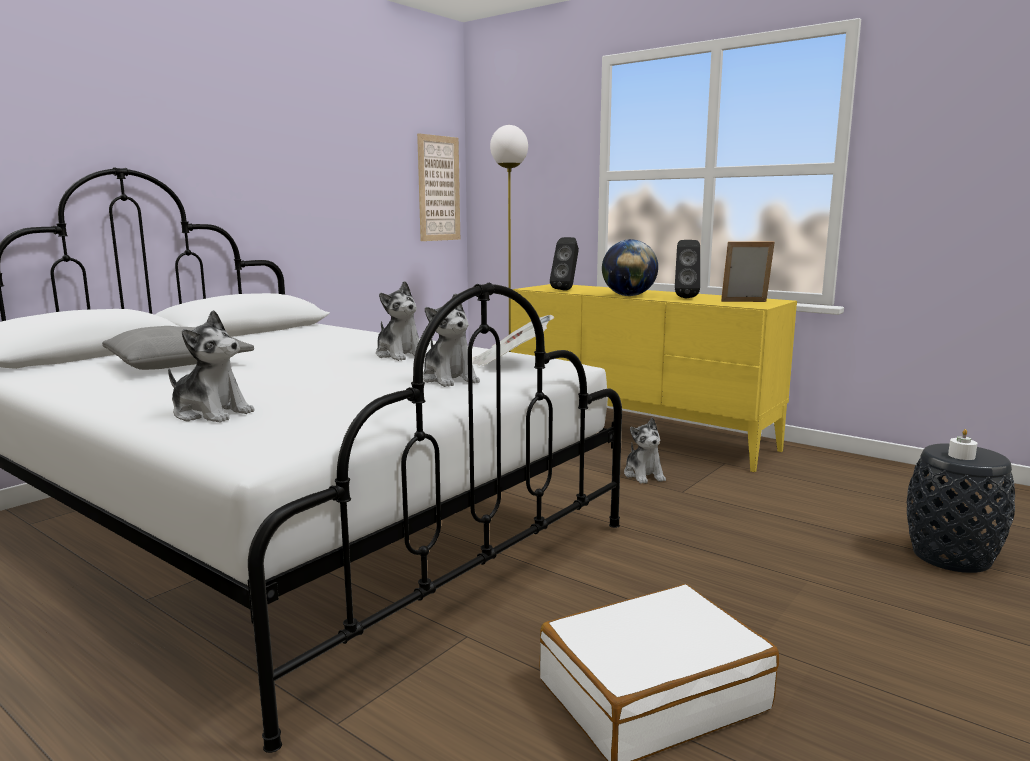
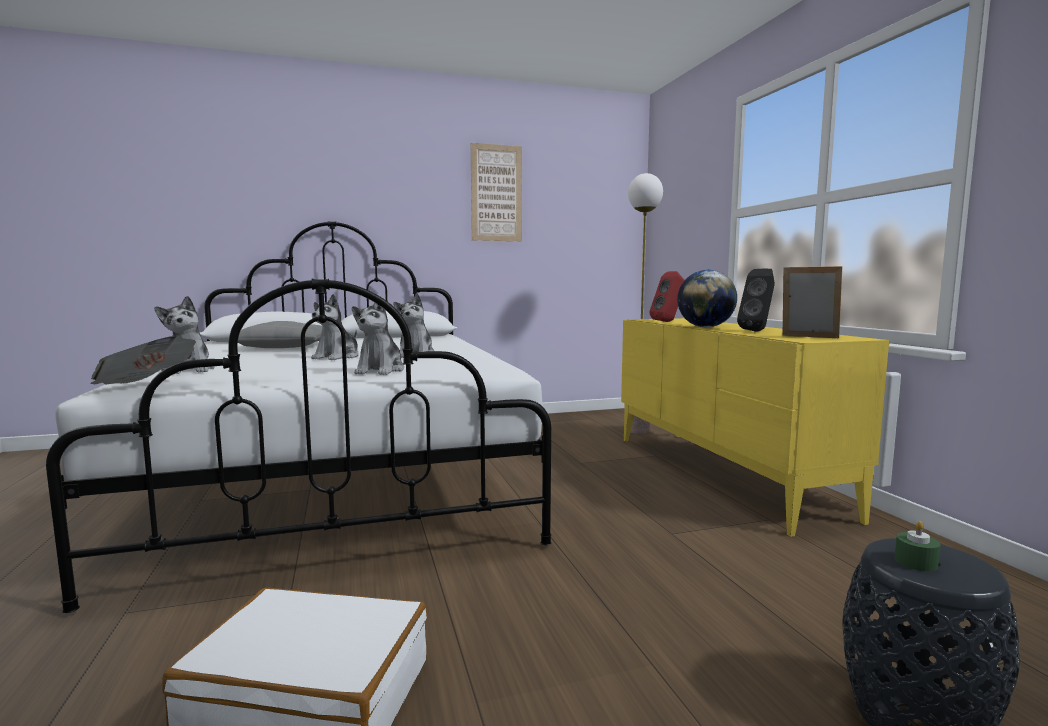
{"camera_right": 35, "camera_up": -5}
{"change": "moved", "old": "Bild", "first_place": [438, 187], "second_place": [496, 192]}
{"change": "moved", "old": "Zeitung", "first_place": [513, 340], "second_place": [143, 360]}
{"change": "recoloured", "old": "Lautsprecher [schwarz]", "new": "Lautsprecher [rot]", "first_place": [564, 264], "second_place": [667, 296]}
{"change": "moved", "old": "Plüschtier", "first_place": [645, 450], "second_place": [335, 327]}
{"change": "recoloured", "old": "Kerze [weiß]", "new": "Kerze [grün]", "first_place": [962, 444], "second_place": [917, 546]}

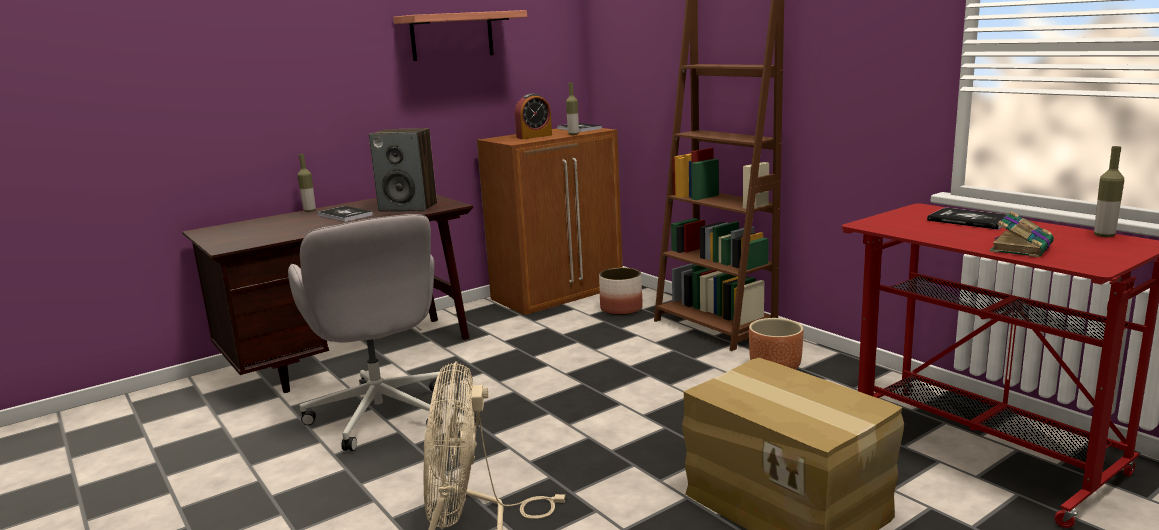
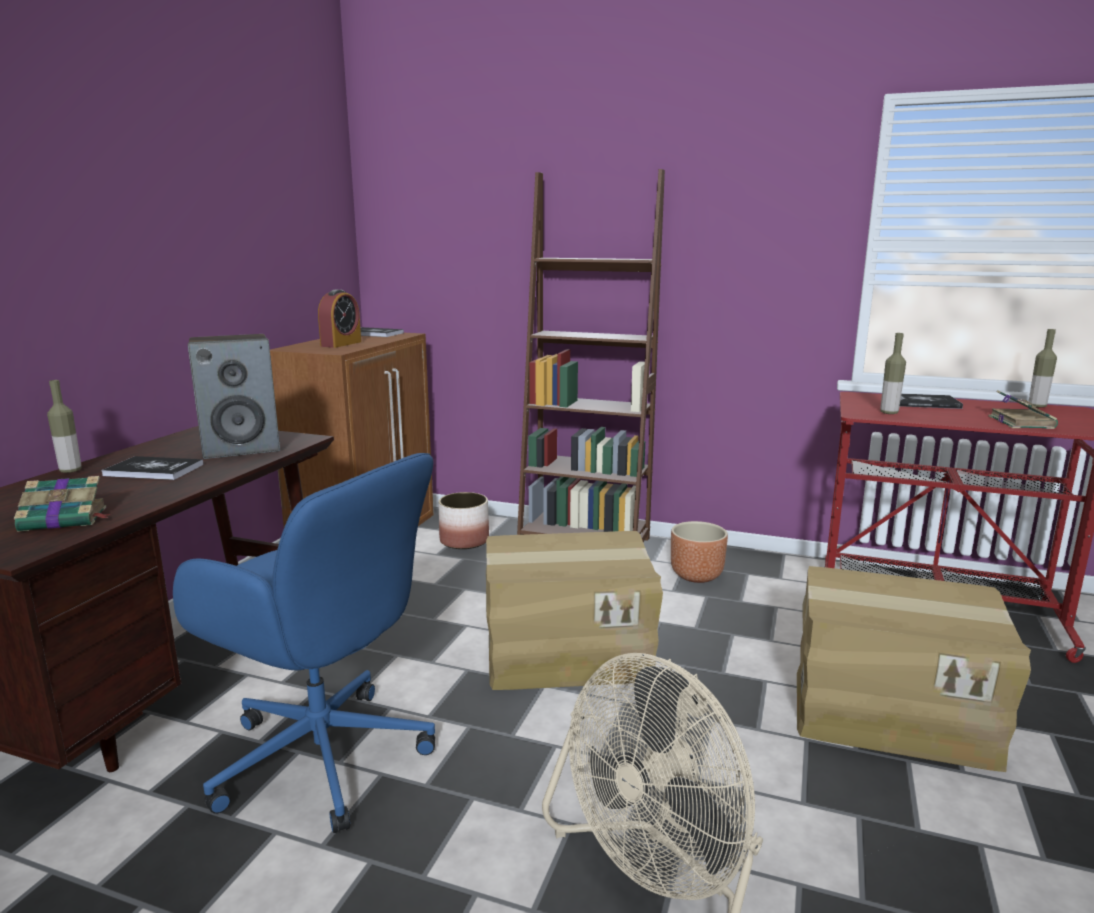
{"camera_right": -35, "camera_up": 0}
{"change": "recoloured", "old": "Bürostuhl [grau]", "new": "Bürostuhl [blau]", "first_place": [366, 332], "second_place": [304, 643]}
{"change": "removed", "old": "Wandregal", "first_place": [460, 35]}
{"change": "moved", "old": "Flasche", "first_place": [572, 108], "second_place": [893, 373]}
{"change": "added", "new": "Buch", "second_place": [62, 504]}
{"change": "added", "new": "Karton", "second_place": [574, 610]}

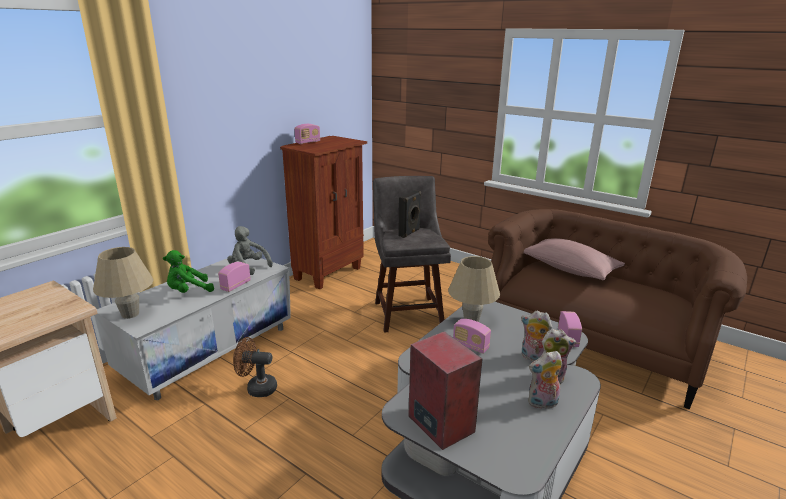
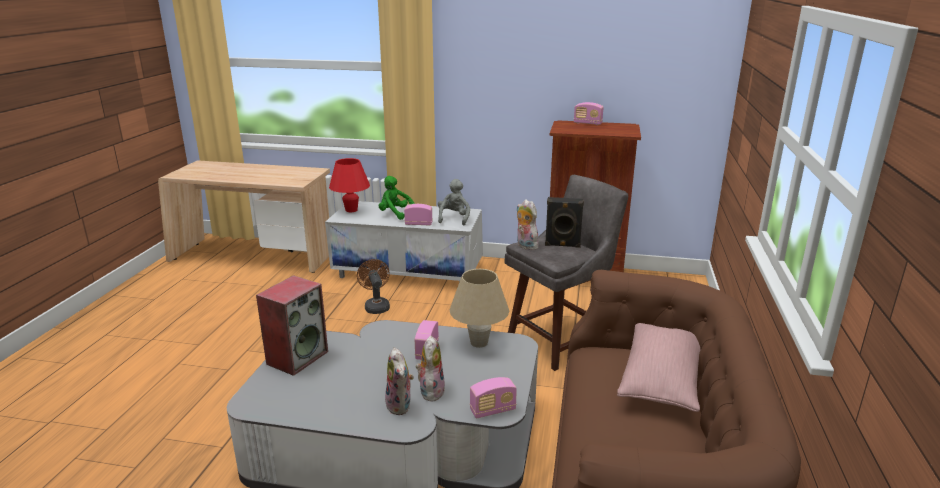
{"camera_right": 65, "camera_up": 0}
{"change": "recoloured", "old": "Tischlampe [beige]", "new": "Tischlampe [rot]", "first_place": [123, 283], "second_place": [349, 185]}
{"change": "moved", "old": "Plüschtier", "first_place": [545, 380], "second_place": [528, 224]}

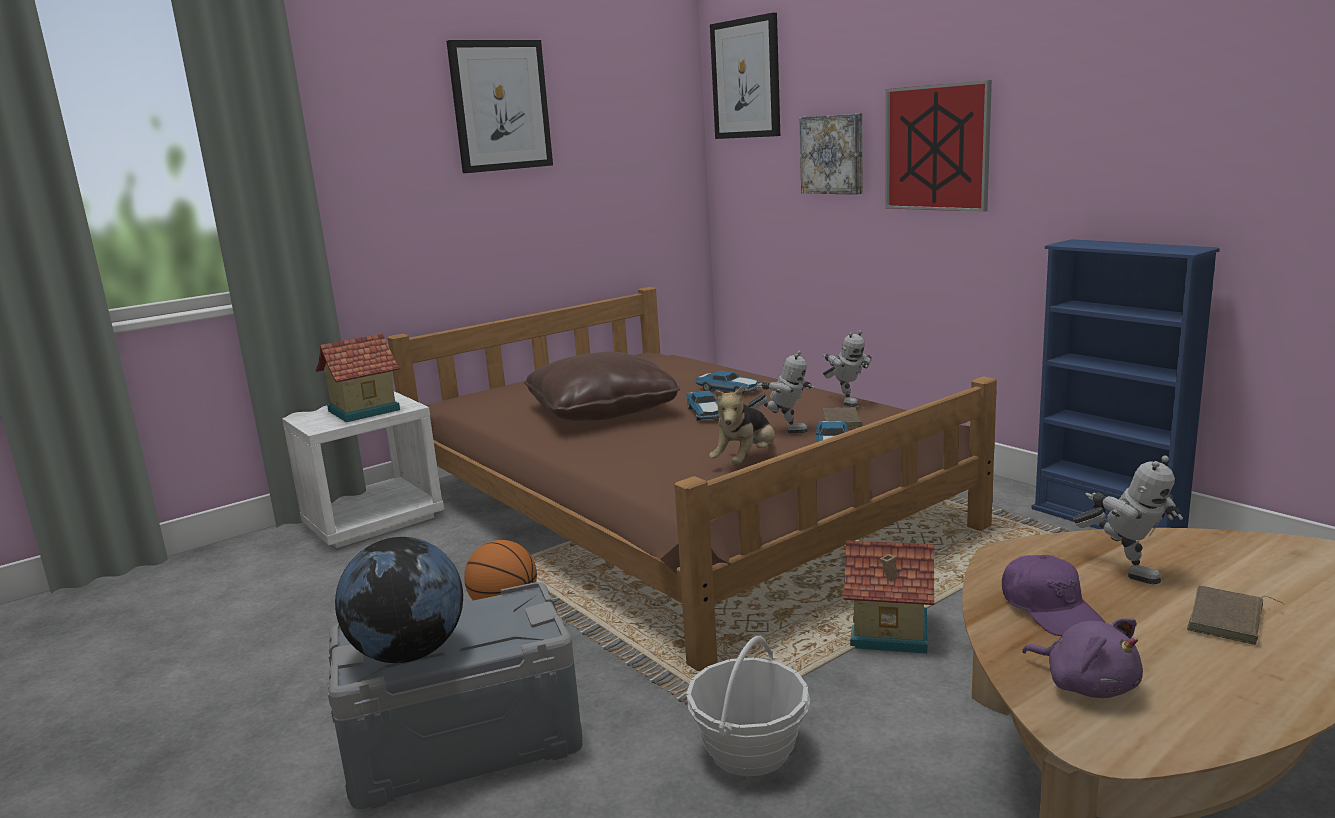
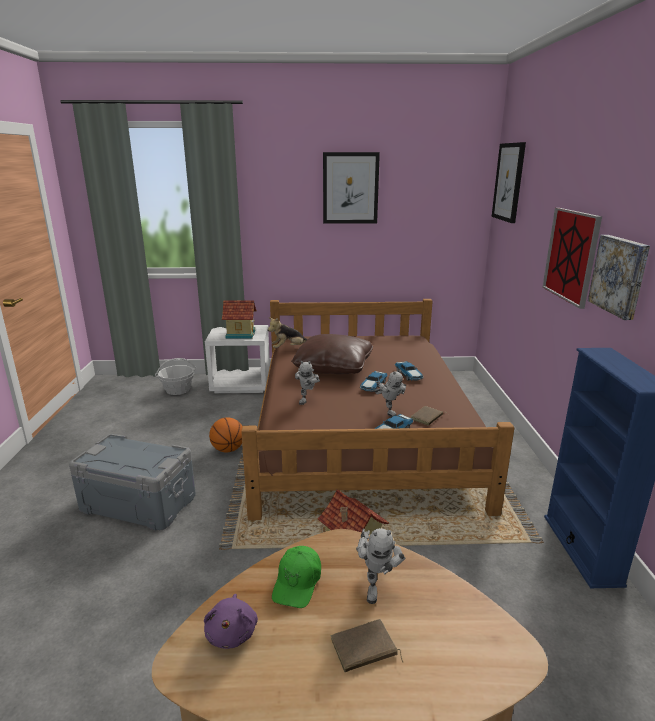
{"camera_right": 35, "camera_up": 5}
{"change": "removed", "old": "Globus", "first_place": [399, 600]}
{"change": "moved", "old": "Korb", "first_place": [748, 706], "second_place": [175, 376]}
{"change": "moved", "old": "Plüschtier", "first_place": [742, 425], "second_place": [287, 332]}
{"change": "moved", "old": "Bild", "first_place": [831, 154], "second_place": [619, 277]}
{"change": "moved", "old": "Spielzeugroboter", "first_place": [847, 368], "second_place": [307, 383]}
{"change": "recoloured", "old": "Kappe [lila]", "new": "Kappe [grün]", "first_place": [1054, 595], "second_place": [296, 577]}

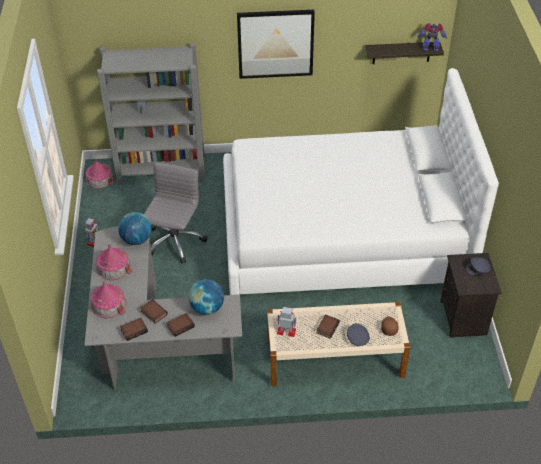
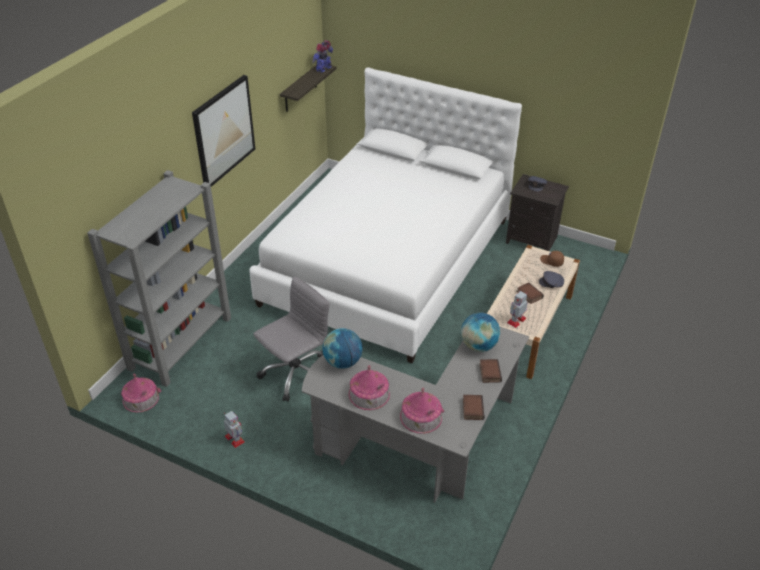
{"camera_right": -60, "camera_up": -5}
{"change": "removed", "old": "Buch", "first_place": [154, 311]}
{"change": "turned", "old": "Bürostuhl [grau]", "first_place": [175, 213], "second_place": [291, 339], "degrees": 90}

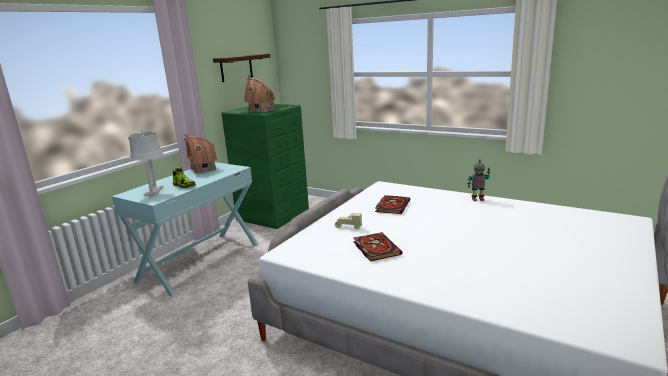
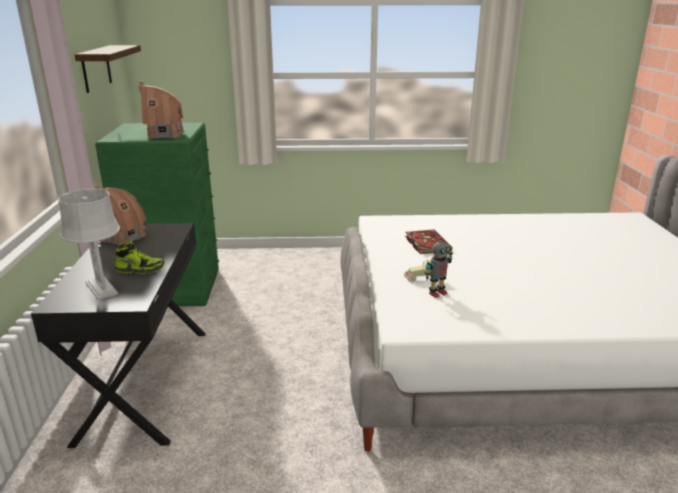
{"camera_right": -35, "camera_up": 5}
{"change": "recoloured", "old": "Schreibtisch [türkis]", "new": "Schreibtisch [schwarz]", "first_place": [185, 229], "second_place": [118, 335]}
{"change": "removed", "old": "Buch", "first_place": [377, 247]}
{"change": "moved", "old": "Spielzeugroboter", "first_place": [478, 180], "second_place": [439, 267]}

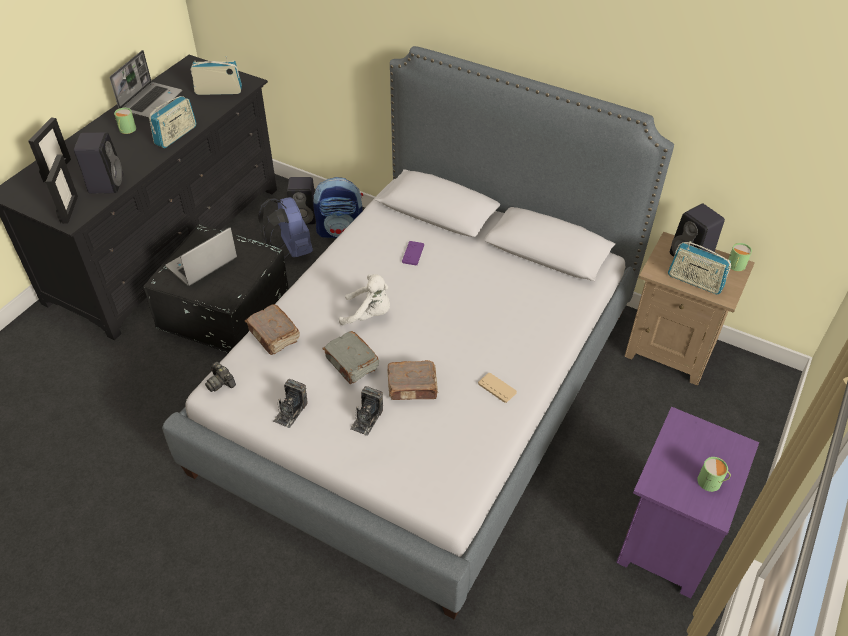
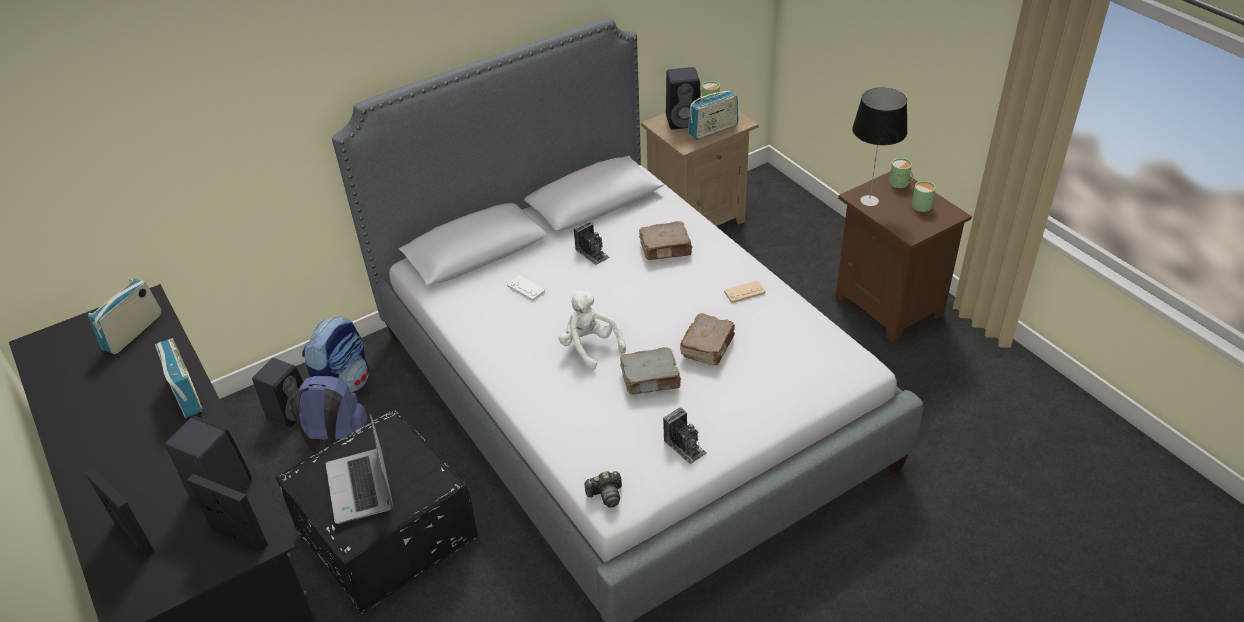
{"camera_right": -60, "camera_up": -5}
{"change": "removed", "old": "Laptop", "first_place": [146, 84]}
{"change": "moved", "old": "Henkelbecher [grün]", "first_place": [125, 121], "second_place": [901, 173]}
{"change": "moved", "old": "Buch [braun]", "first_place": [272, 329], "second_place": [665, 240]}
{"change": "turned", "old": "Plüschtier [weiß]", "first_place": [364, 300], "second_place": [592, 330], "degrees": -75}
{"change": "moved", "old": "Kamera", "first_place": [366, 411], "second_place": [592, 243]}
{"change": "recoloured", "old": "Gamepad [lila]", "new": "Gamepad [weiß]", "first_place": [413, 253], "second_place": [526, 288]}
{"change": "recoloured", "old": "Nachttisch [lila]", "new": "Nachttisch [braun]", "first_place": [687, 503], "second_place": [903, 257]}
{"change": "added", "new": "Tischlampe", "second_place": [880, 147]}

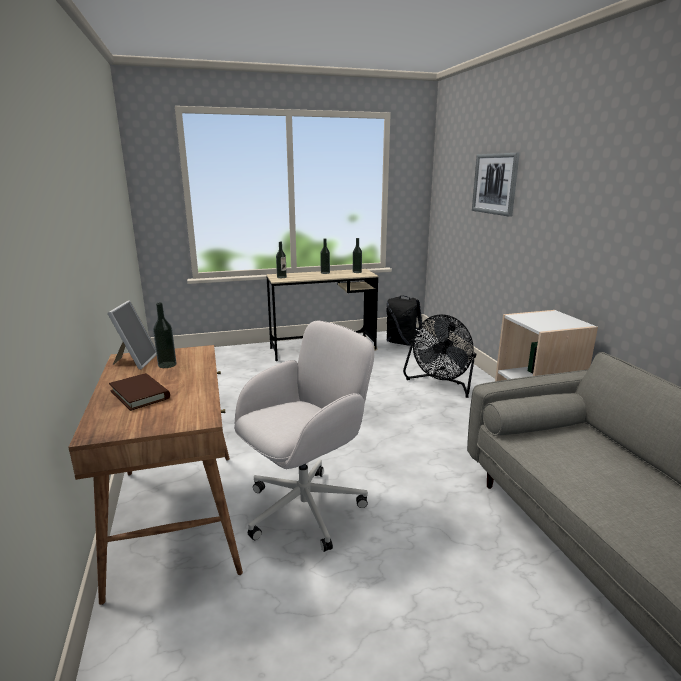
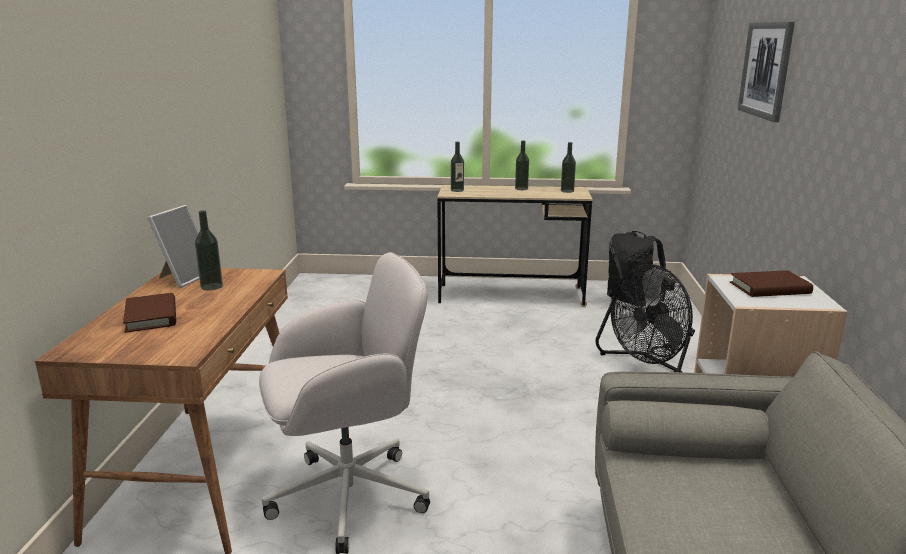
{"camera_right": 20, "camera_up": 0}
{"change": "added", "new": "Buch [braun]", "second_place": [771, 283]}

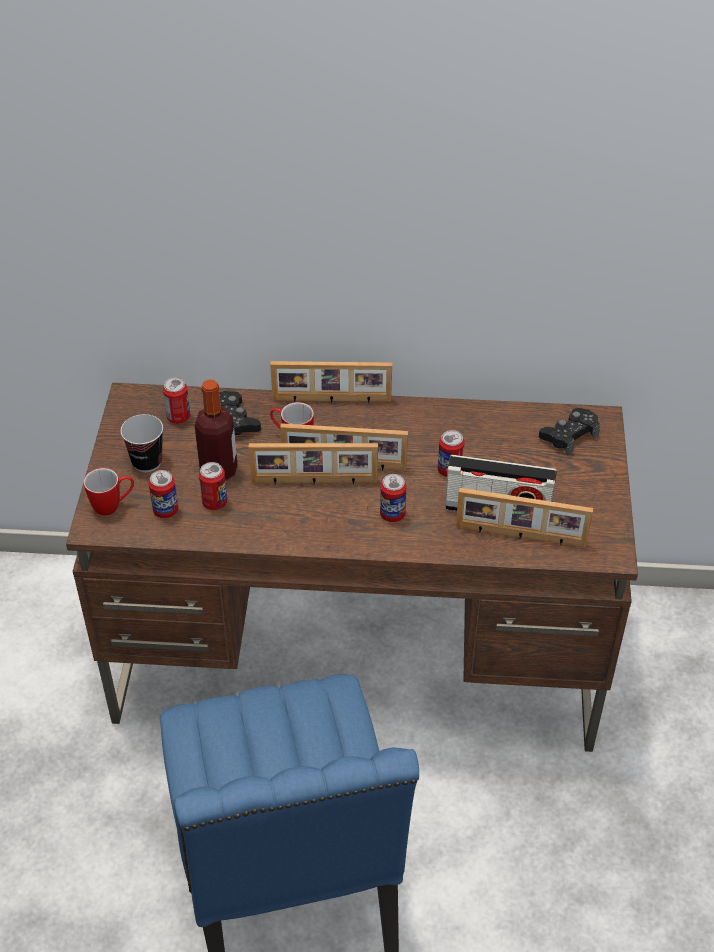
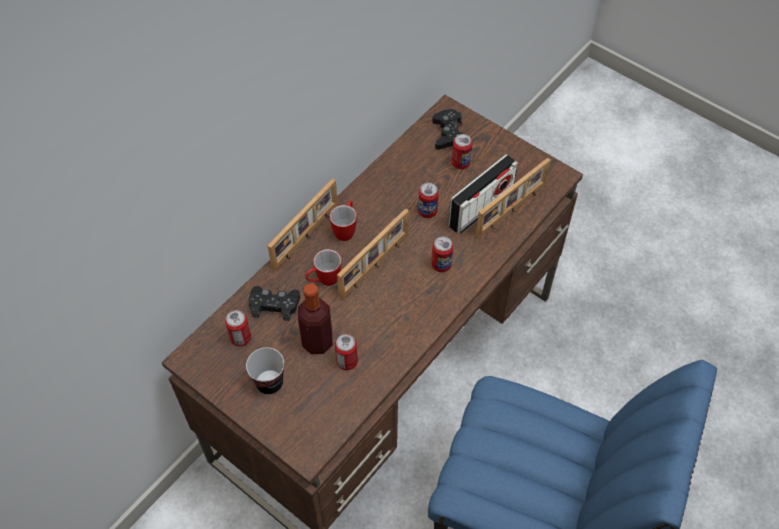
{"camera_right": -55, "camera_up": 10}
{"change": "moved", "old": "Henkelbecher", "first_place": [109, 492], "second_place": [343, 221]}
{"change": "moved", "old": "Dose", "first_place": [163, 494], "second_place": [461, 151]}
{"change": "removed", "old": "Bilderrahmen", "first_place": [313, 464]}

